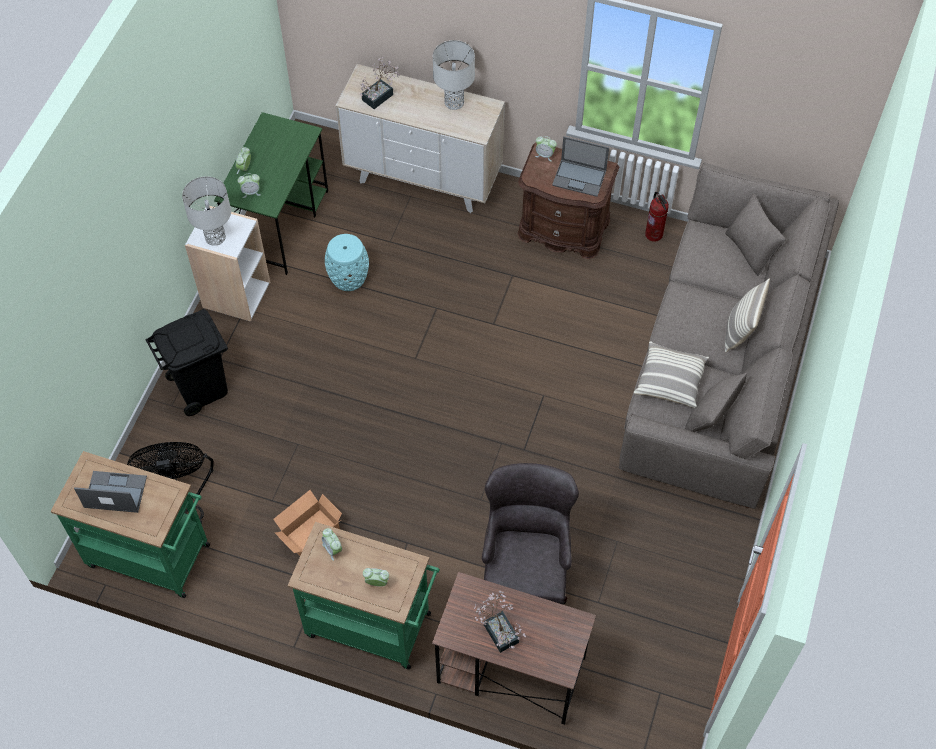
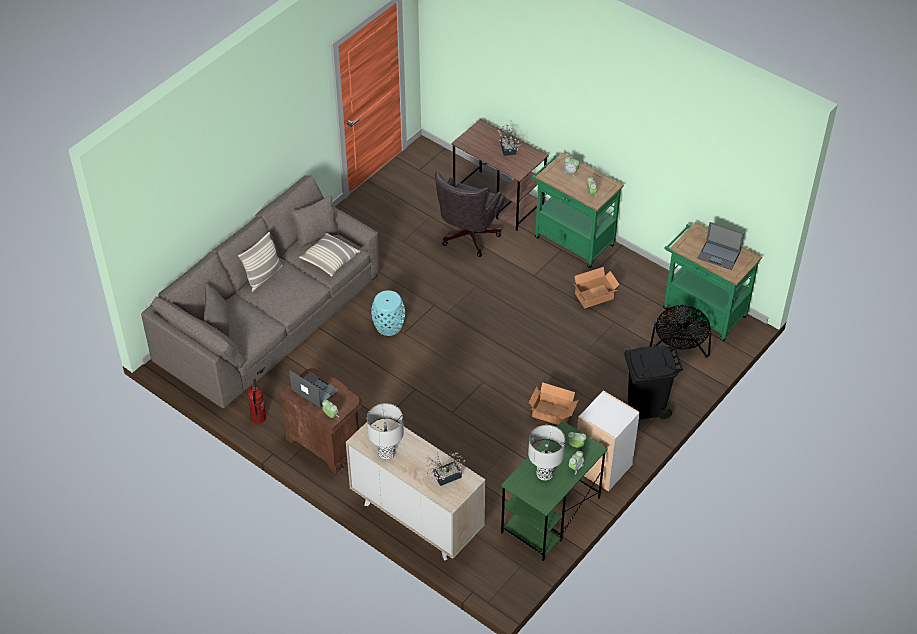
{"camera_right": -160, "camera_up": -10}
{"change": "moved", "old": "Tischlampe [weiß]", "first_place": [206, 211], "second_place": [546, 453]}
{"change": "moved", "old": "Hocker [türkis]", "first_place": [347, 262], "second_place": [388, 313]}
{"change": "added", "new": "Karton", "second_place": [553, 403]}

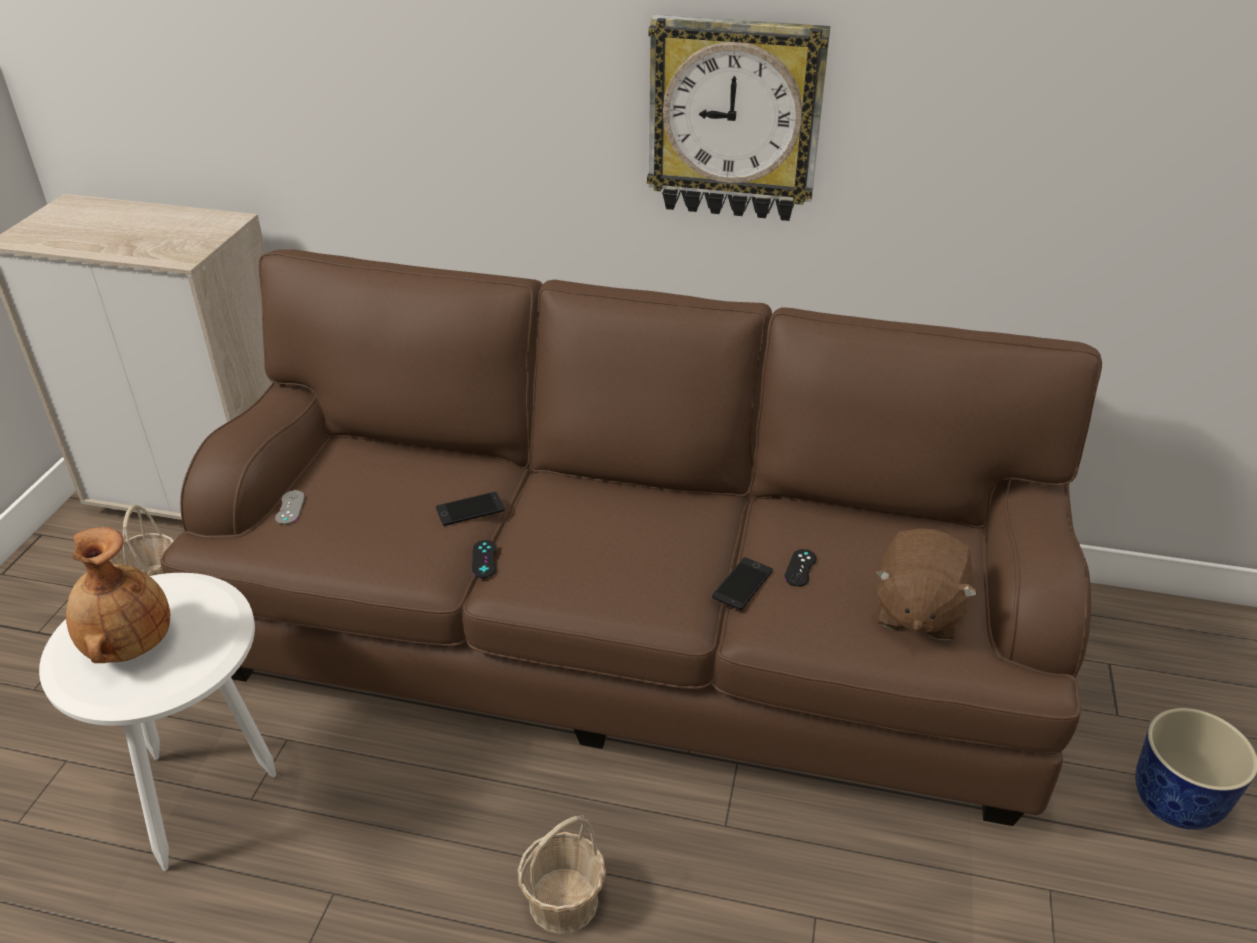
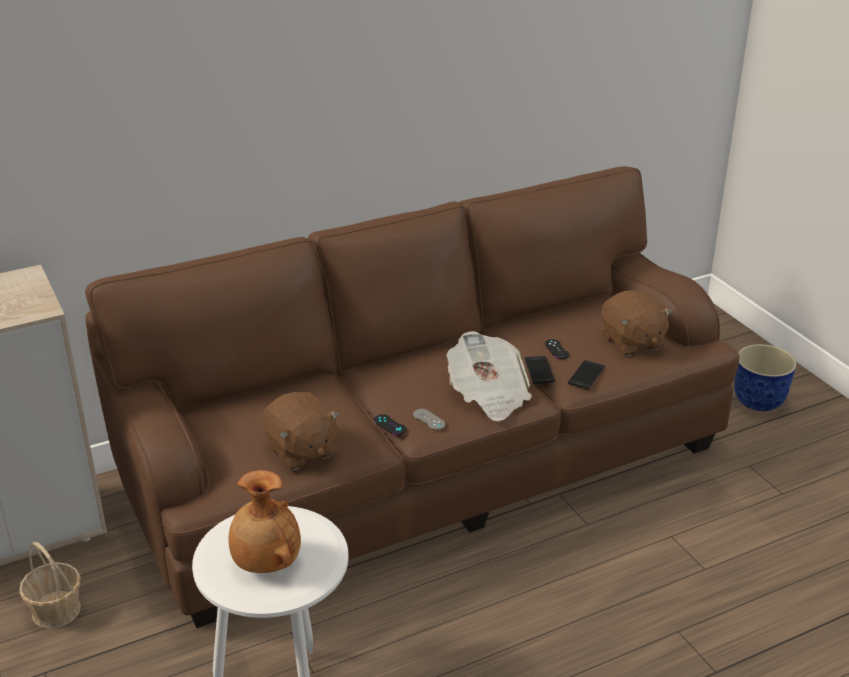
{"camera_right": -40, "camera_up": -5}
{"change": "moved", "old": "Gamepad [grau]", "first_place": [290, 507], "second_place": [429, 419]}
{"change": "moved", "old": "Handy", "first_place": [470, 509], "second_place": [586, 374]}
{"change": "removed", "old": "Korb", "first_place": [562, 874]}
{"change": "removed", "old": "Wanduhr", "first_place": [738, 118]}
{"change": "added", "new": "Plüschtier [braun]", "second_place": [301, 431]}
{"change": "added", "new": "Zeitung", "second_place": [489, 376]}

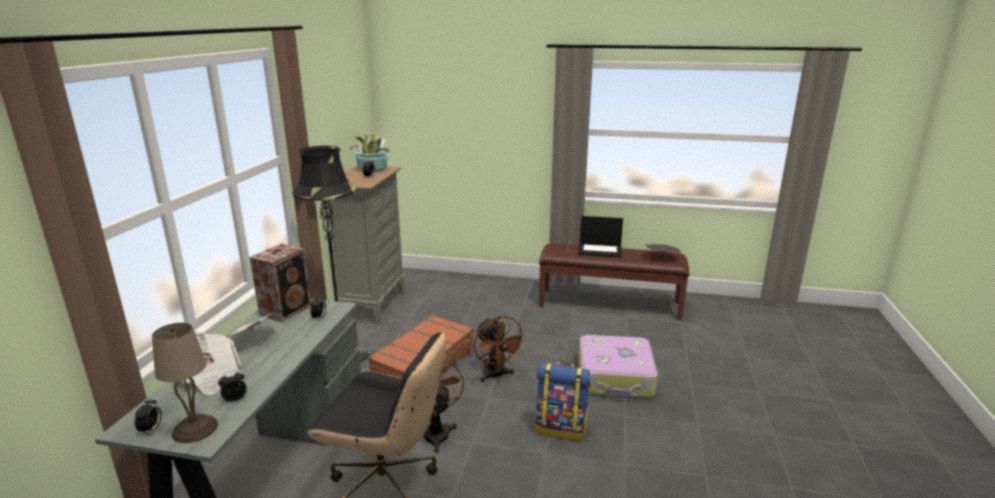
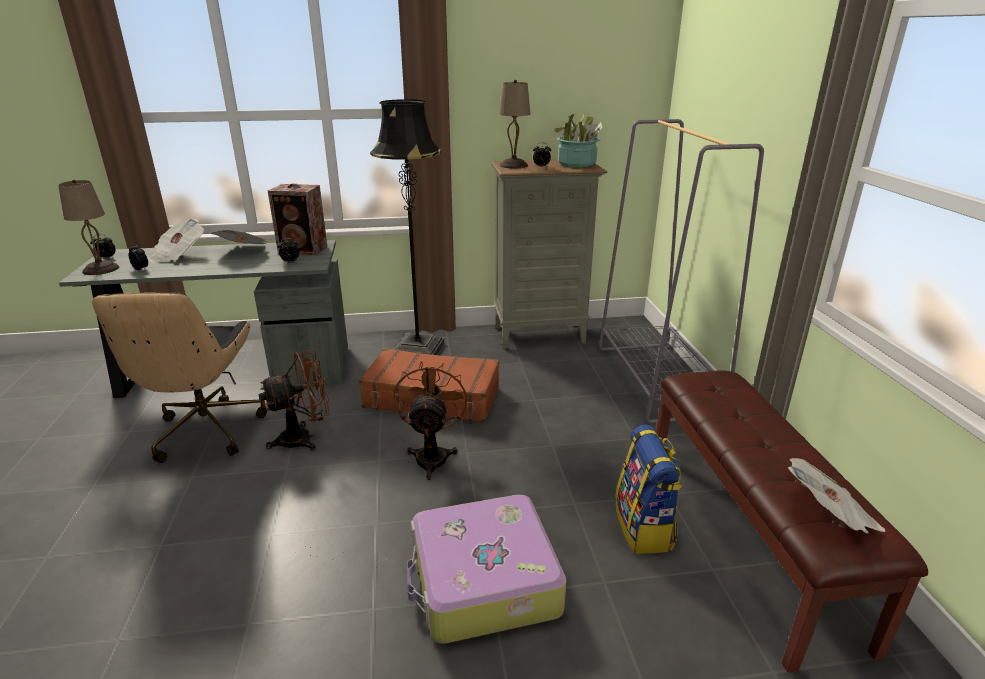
{"camera_right": 70, "camera_up": 5}
{"change": "turned", "old": "Ventilator [braun]", "first_place": [500, 349], "second_place": [430, 421], "degrees": 135}
{"change": "moved", "old": "Rucksack", "first_place": [563, 401], "second_place": [648, 489]}
{"change": "removed", "old": "Laptop", "first_place": [600, 237]}
{"change": "added", "new": "Tischlampe [beige]", "second_place": [514, 124]}
{"change": "added", "new": "Kleiderständer [grau]", "second_place": [681, 271]}

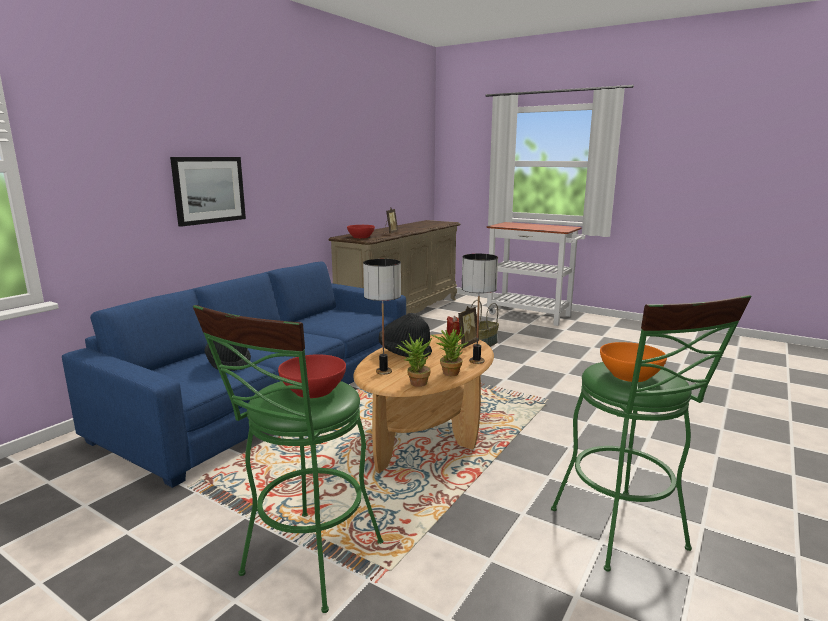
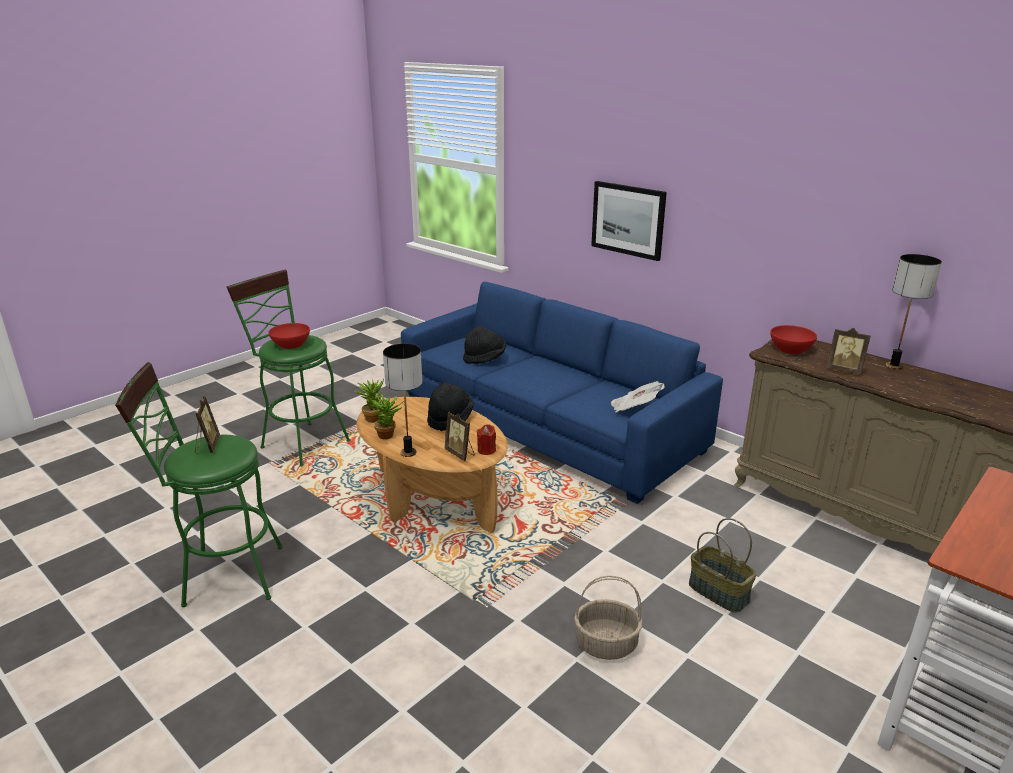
{"camera_right": 100, "camera_up": 10}
{"change": "moved", "old": "Tischlampe", "first_place": [382, 317], "second_place": [914, 312]}
{"change": "replaced", "old": "Schüssel [orange]", "new": "Bilderrahmen", "first_place": [633, 362], "second_place": [207, 424]}
{"change": "added", "new": "Korb", "second_place": [608, 618]}
{"change": "added", "new": "Zeitung", "second_place": [638, 396]}

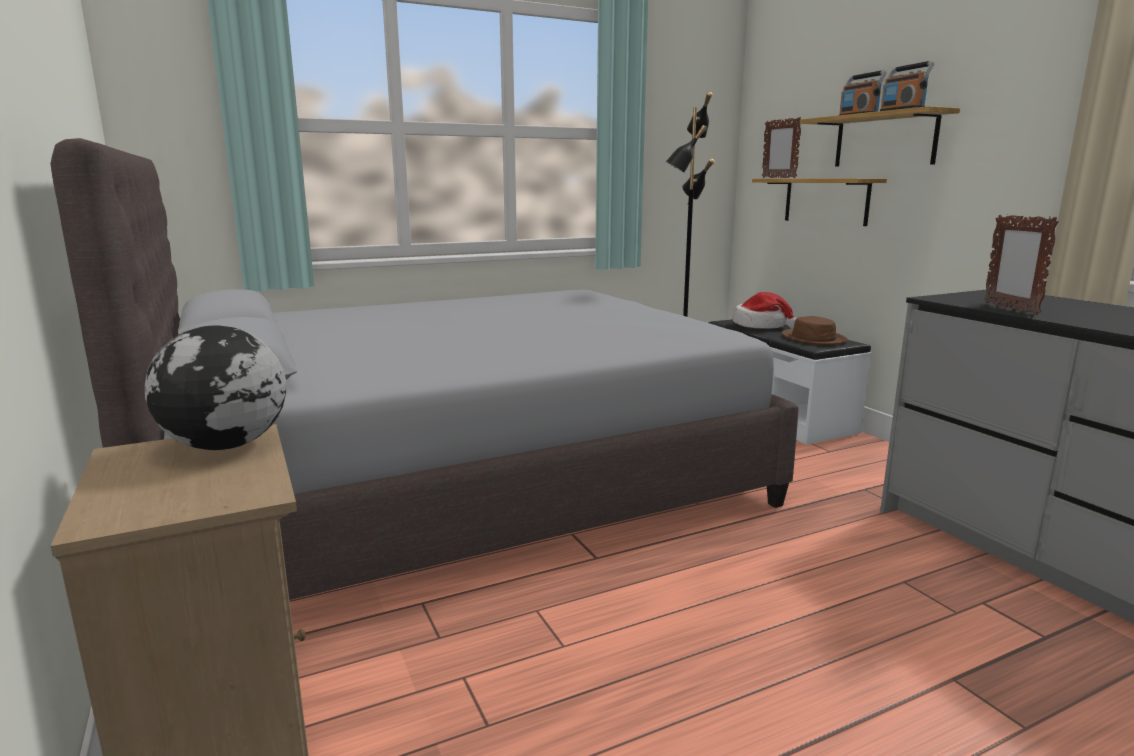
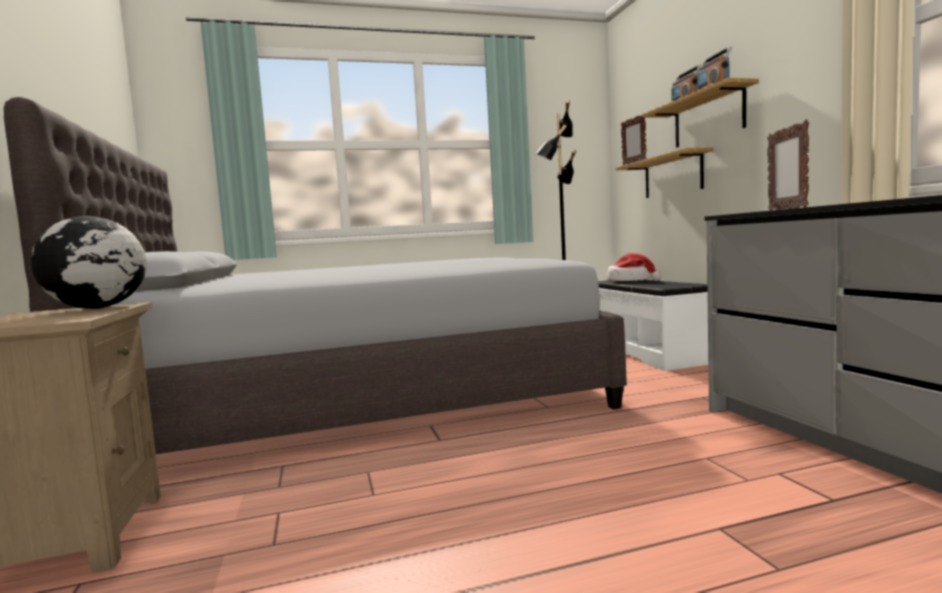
{"camera_right": 10, "camera_up": -10}
{"change": "removed", "old": "Hut [braun]", "first_place": [815, 330]}

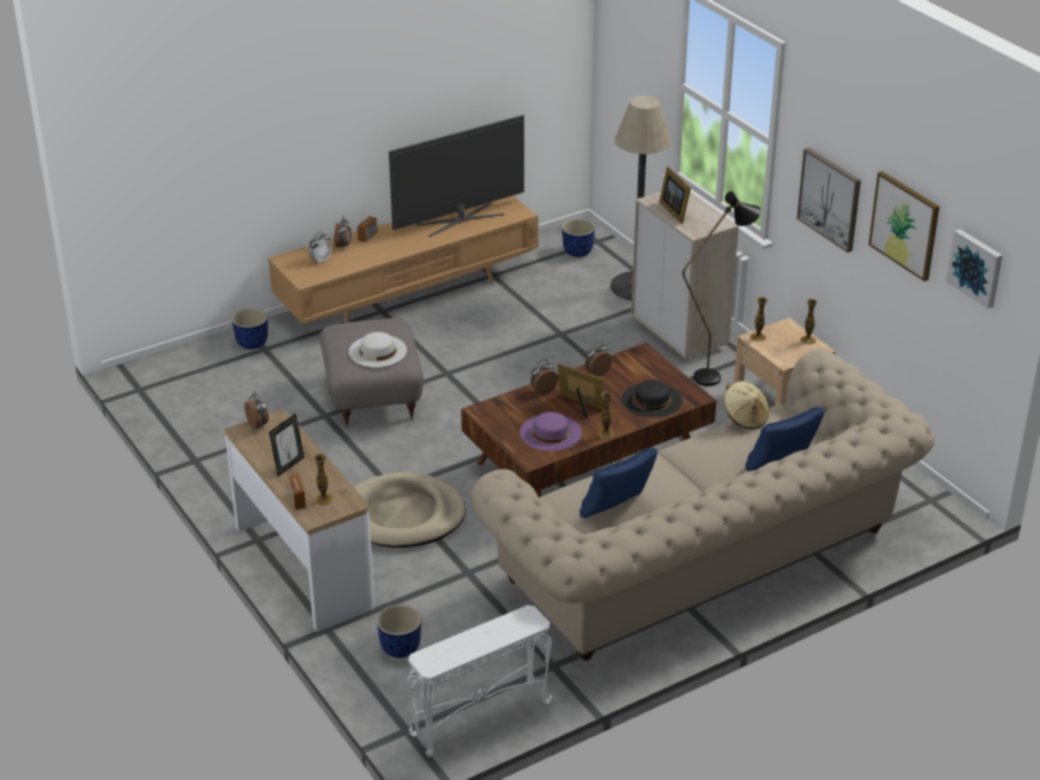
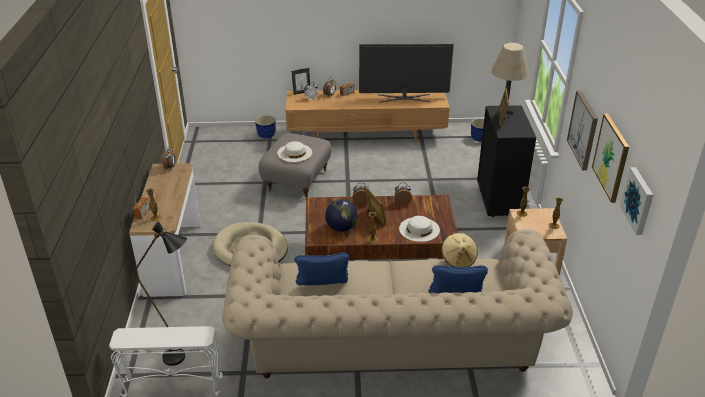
{"camera_right": 30, "camera_up": 0}
{"change": "moved", "old": "Bilderrahmen", "first_place": [286, 445], "second_place": [301, 81]}
{"change": "removed", "old": "Pflanzkübel", "first_place": [399, 631]}
{"change": "replaced", "old": "Hut [lila]", "new": "Globus", "first_place": [551, 431], "second_place": [341, 215]}
{"change": "recoloured", "old": "Hut [schwarz]", "new": "Hut [weiß]", "first_place": [652, 399], "second_place": [419, 229]}
{"change": "recoloured", "old": "Schrank [beige]", "new": "Schrank [schwarz]", "first_place": [685, 276], "second_place": [506, 161]}
{"change": "moved", "old": "Stehlampe [schwarz]", "first_place": [721, 288], "second_place": [160, 293]}

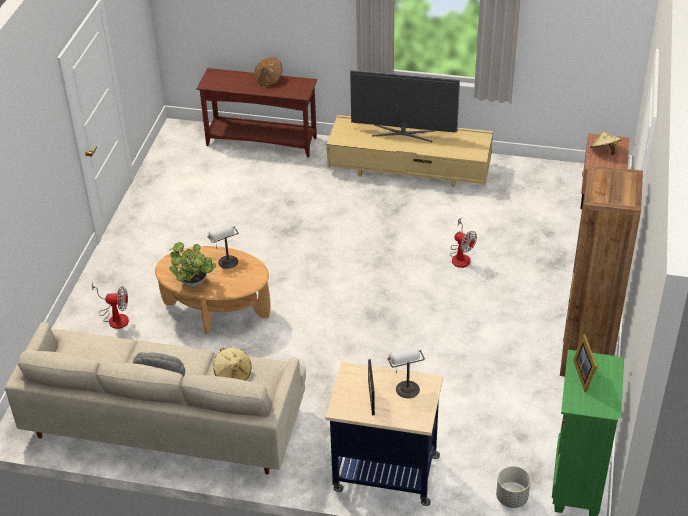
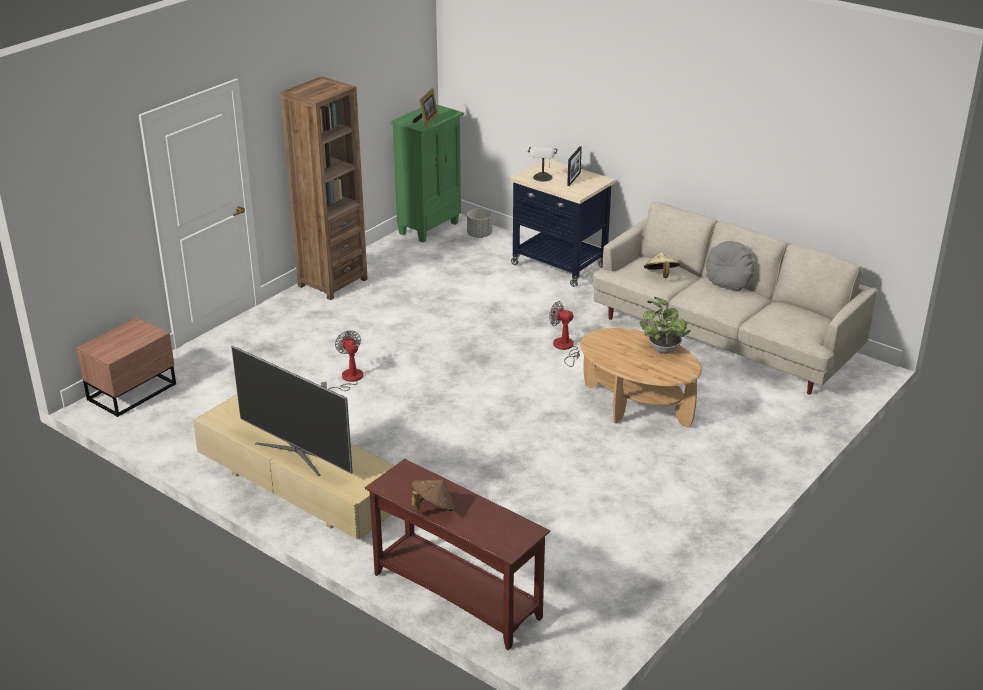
{"camera_right": -155, "camera_up": -10}
{"change": "moved", "old": "Ventilator", "first_place": [110, 305], "second_place": [564, 334]}
{"change": "removed", "old": "Tischlampe", "first_place": [223, 246]}
{"change": "removed", "old": "Hut [beige]", "first_place": [606, 143]}

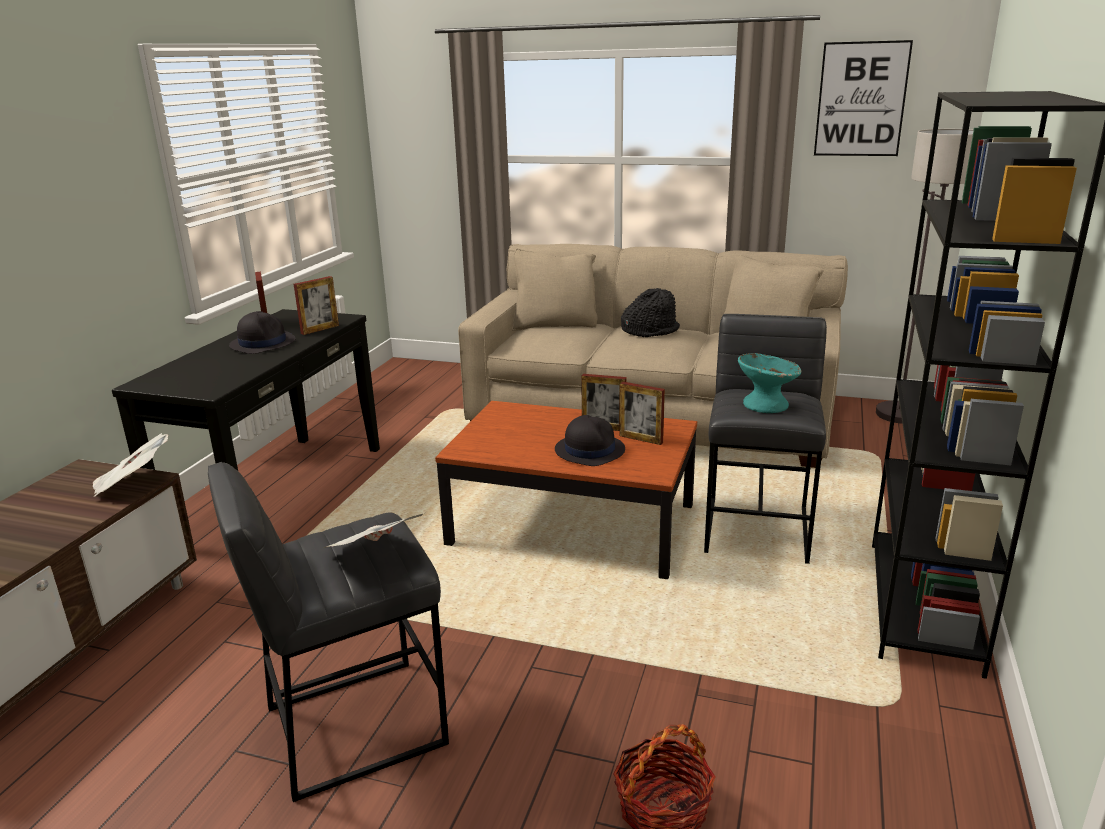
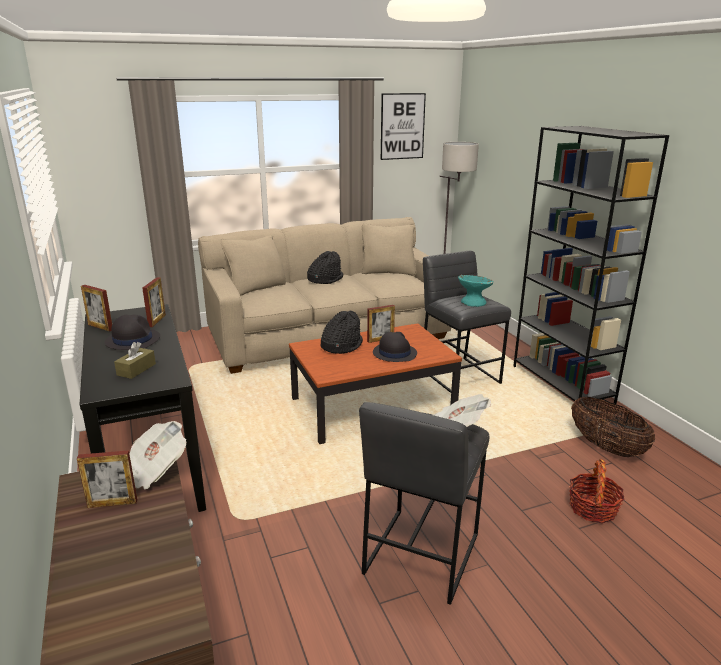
{"camera_right": -40, "camera_up": 0}
{"change": "moved", "old": "Bilderrahmen", "first_place": [642, 413], "second_place": [107, 479]}
{"change": "added", "new": "Taschentuchbox [braun]", "second_place": [135, 360]}
{"change": "added", "new": "Hut [schwarz]", "second_place": [341, 332]}
{"change": "added", "new": "Korb", "second_place": [613, 427]}

